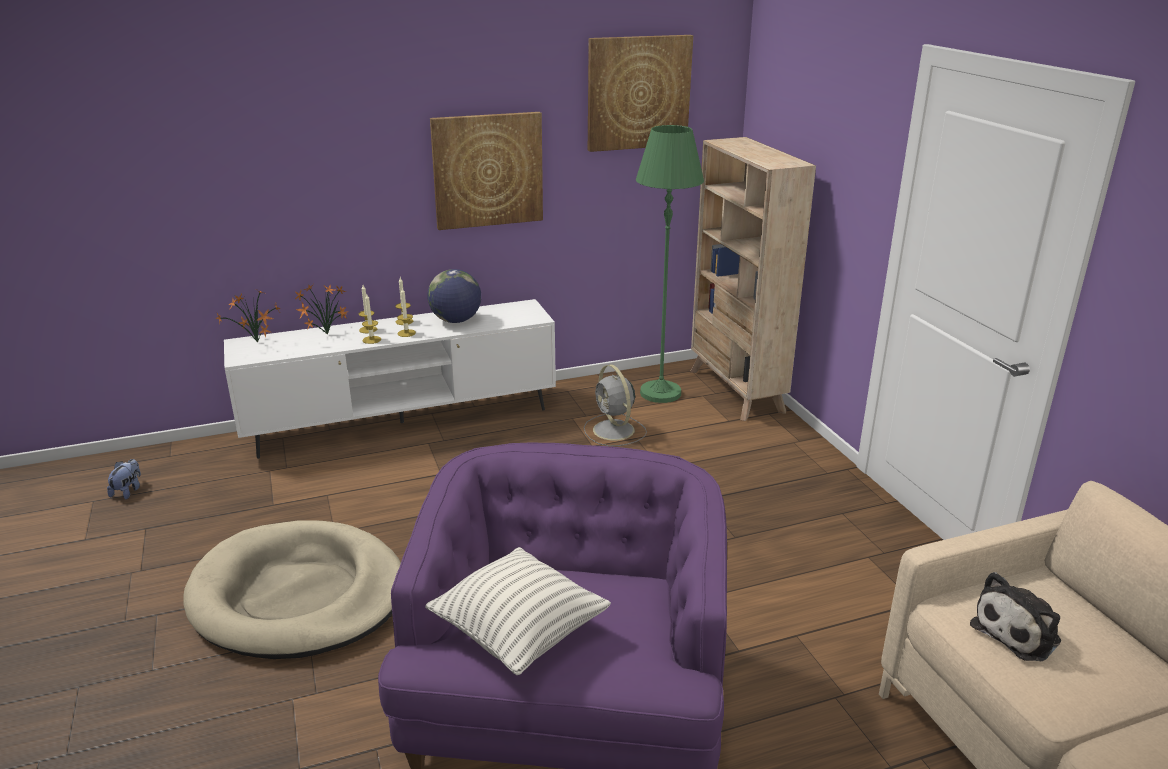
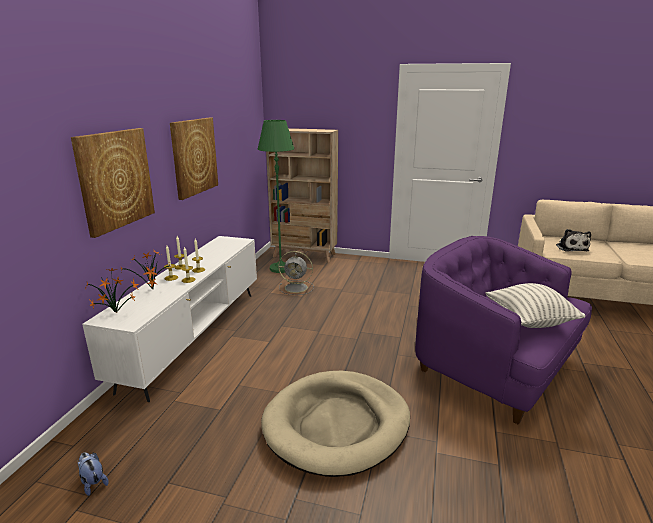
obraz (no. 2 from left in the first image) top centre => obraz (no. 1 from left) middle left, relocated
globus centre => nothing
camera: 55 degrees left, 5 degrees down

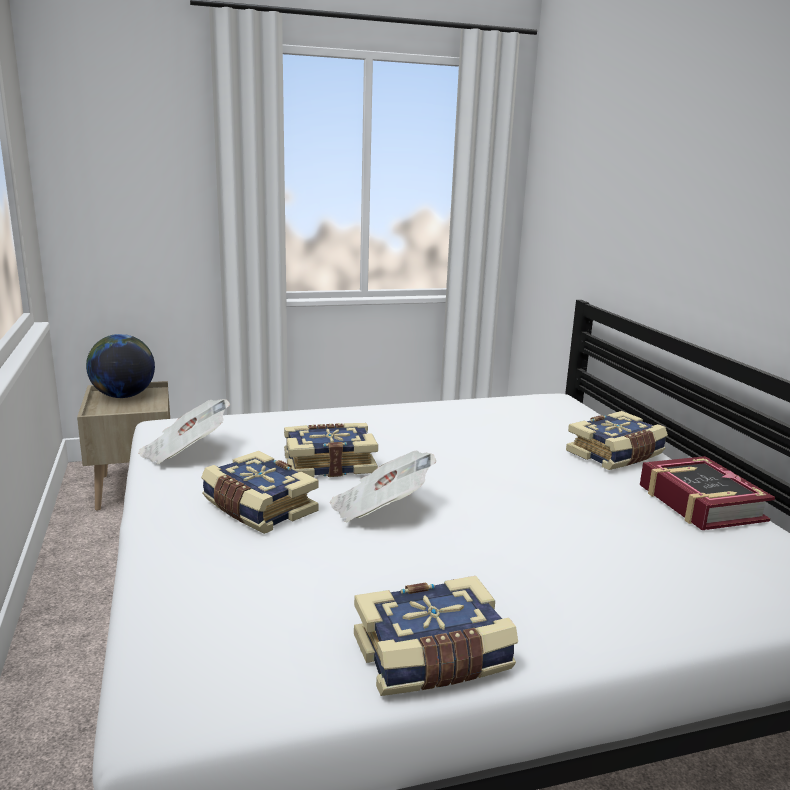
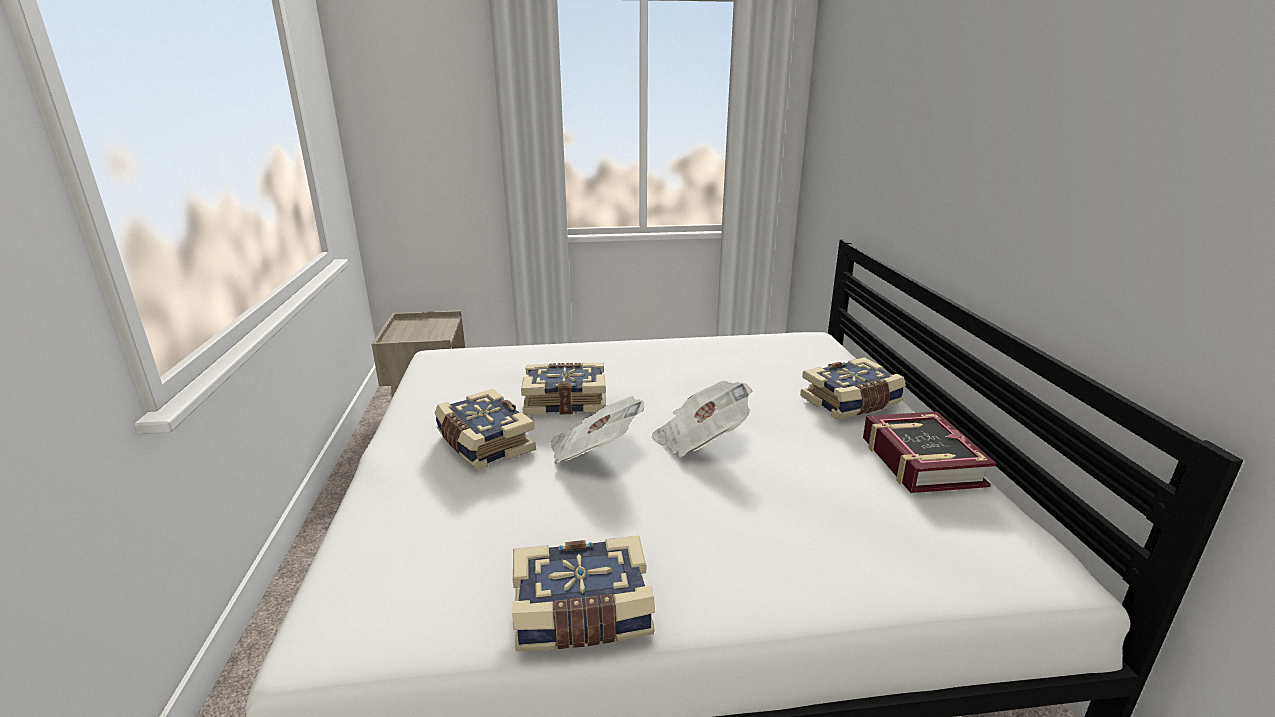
gazeta (no. 1 from left in the first image) middle left => gazeta (no. 2 from left) centre, relocated
globus middle left => nothing
camera: 10 degrees right, 5 degrees up

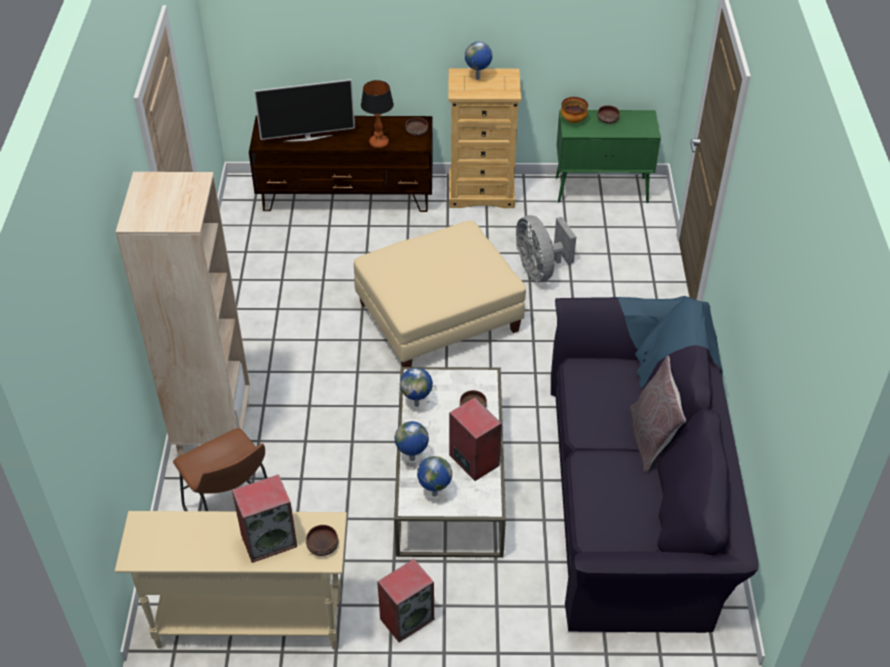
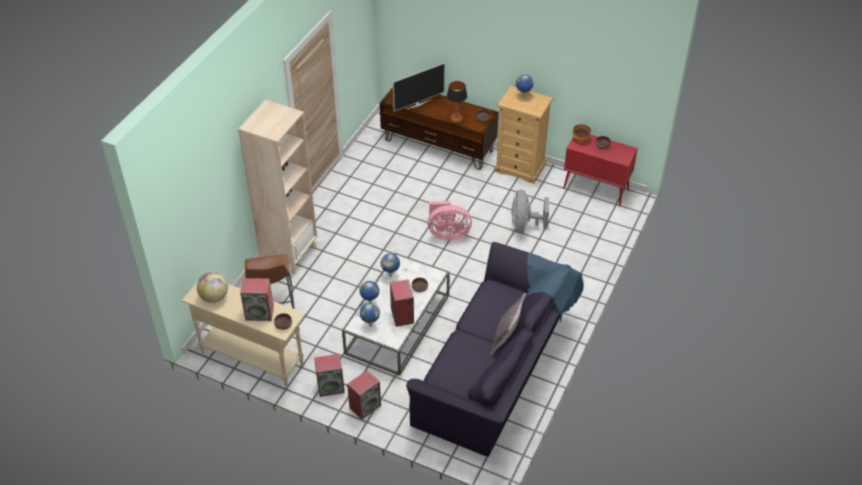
nothing => globus (no. 1 from left) middle left
nothing => głośnik (no. 3 from left) bottom centre
telewizor top centre, 45 degrees counterclockwise
pufa (beżowy) centre => wentylator (różowy) centre
szafka (zielony) top right => szafka (czerwony) middle right
camera: 25 degrees right, 0 degrees up

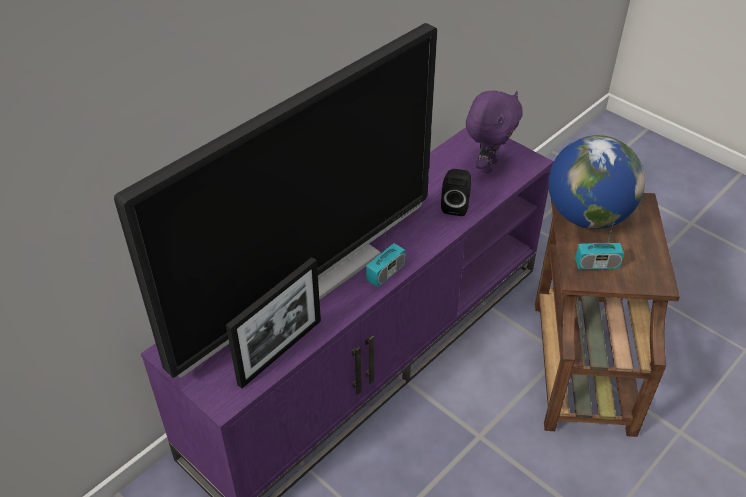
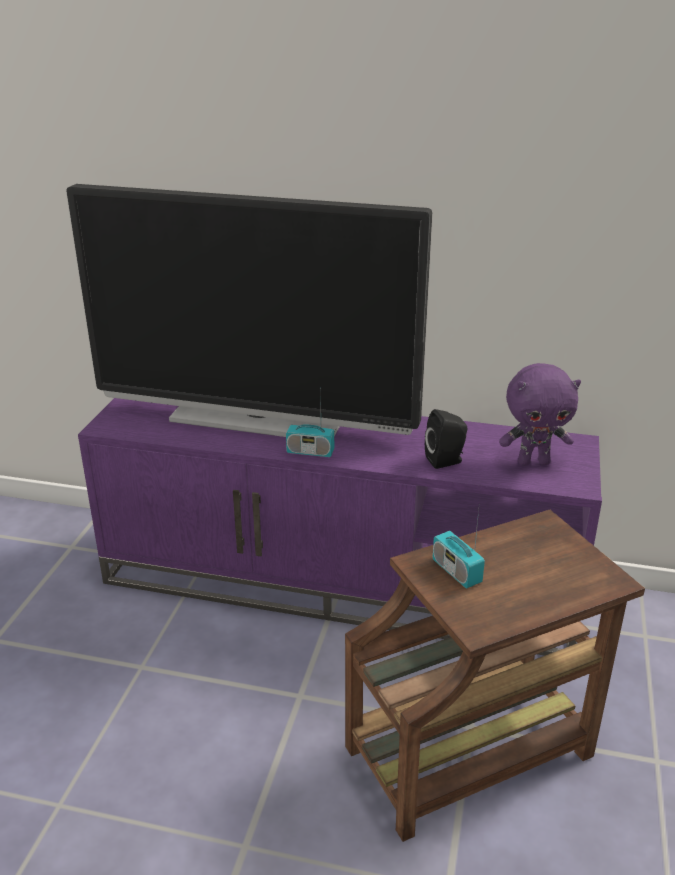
ramka na zdjęcie centre => nothing
globus middle right => nothing
camera: 60 degrees right, 15 degrees down

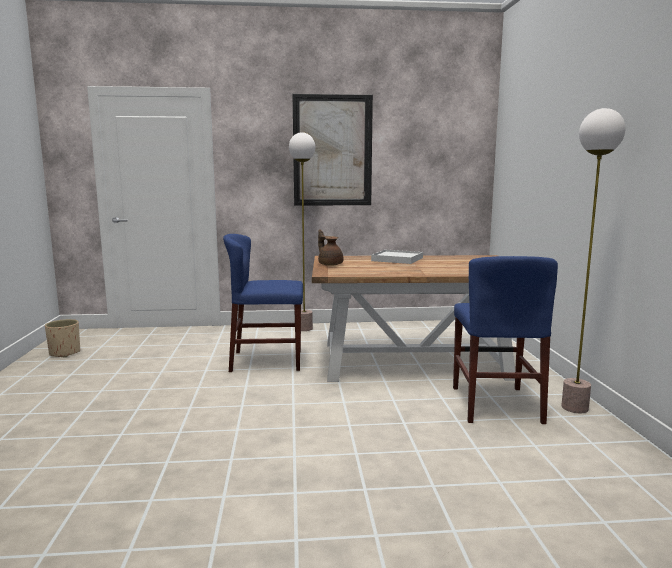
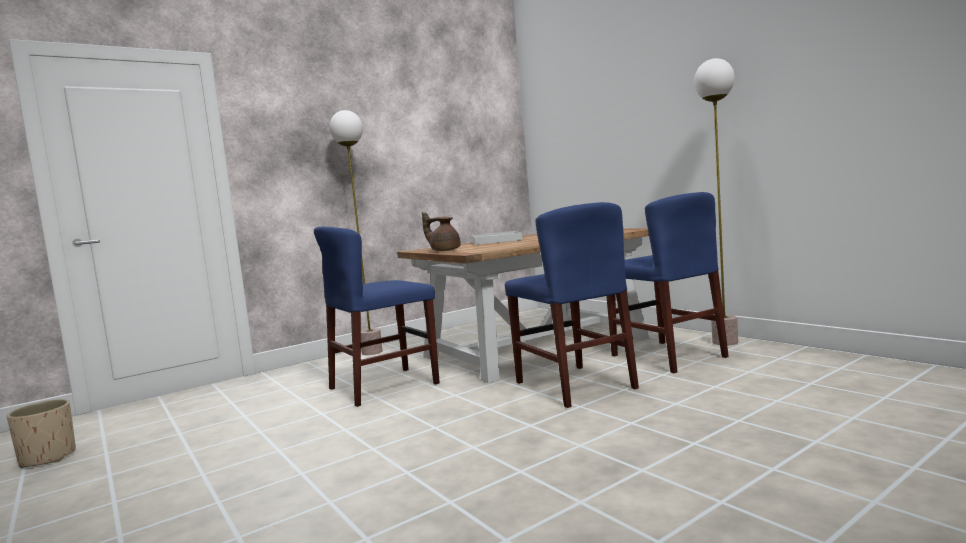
nothing => krzesło (niebieski) (no. 2 from left) centre
obraz top centre => nothing
camera: 30 degrees left, 5 degrees down

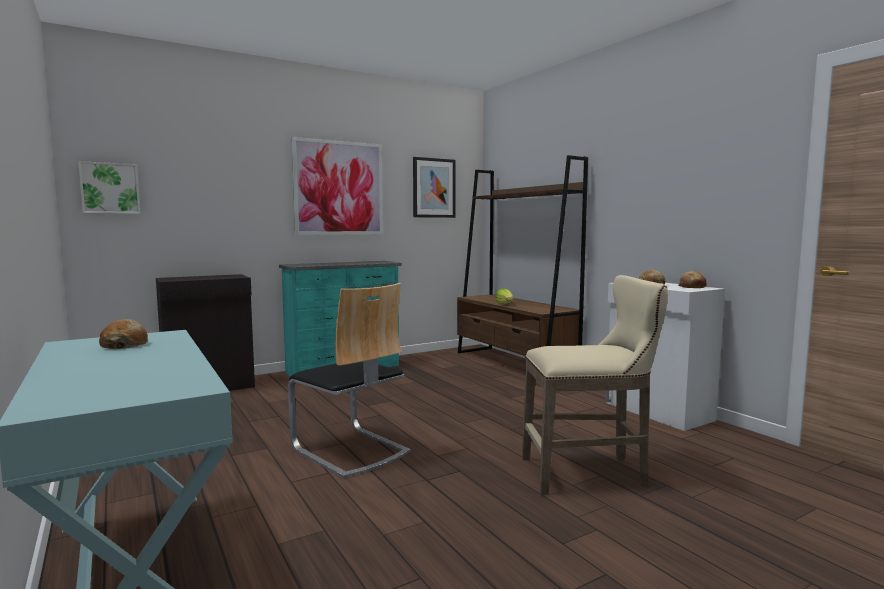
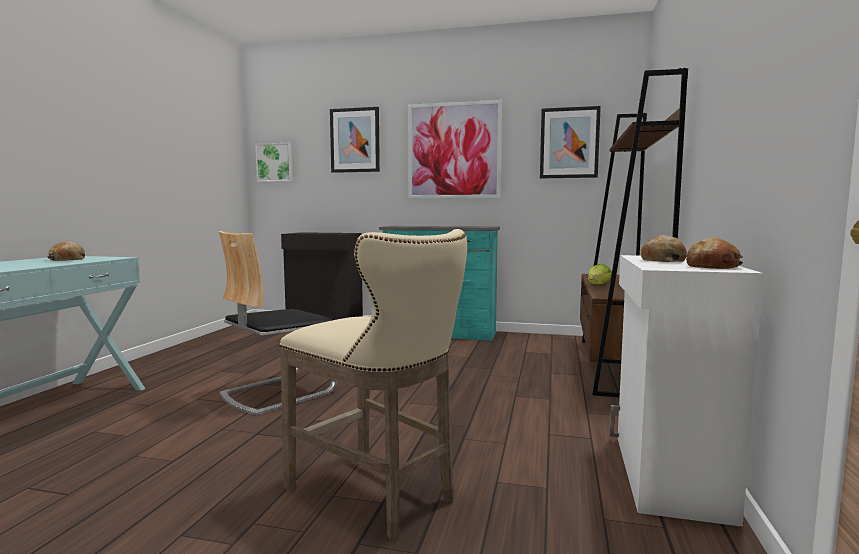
krzesło centre => krzesło middle left, 45 degrees clockwise
nothing => obraz (no. 2 from left) top centre
camera: 45 degrees right, 0 degrees up

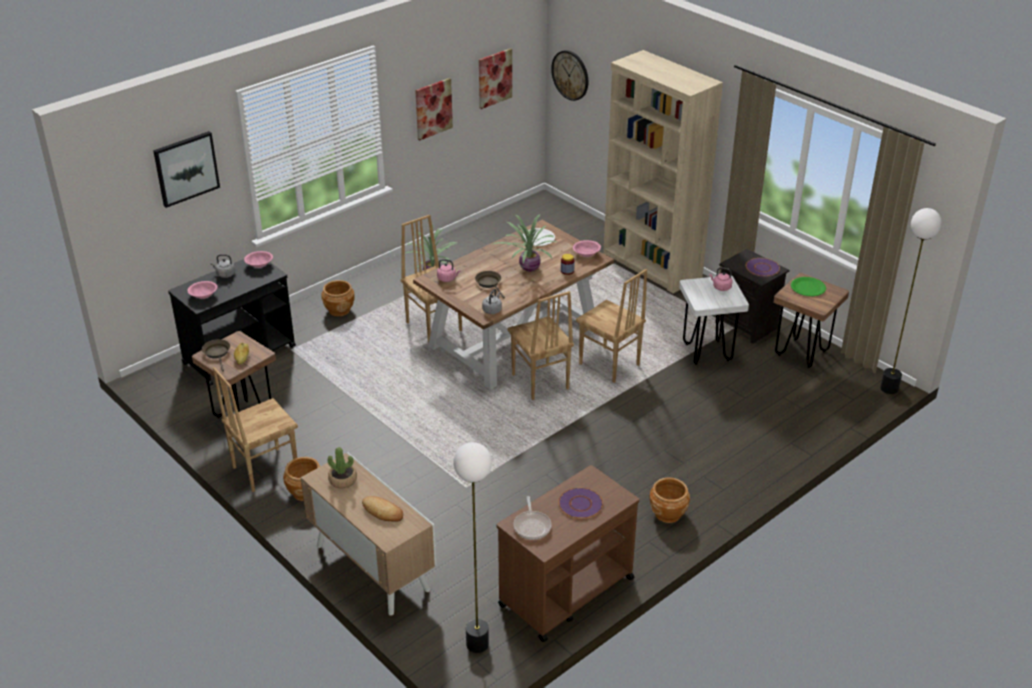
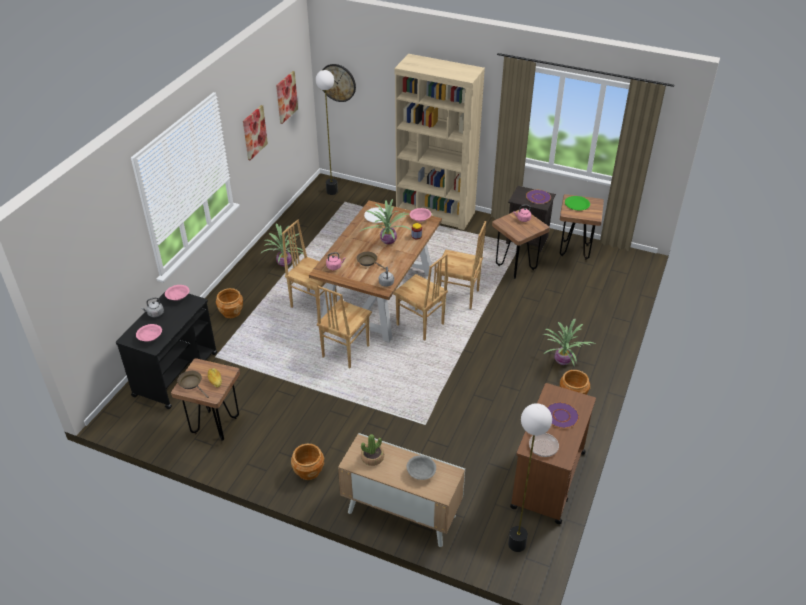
lampa stojąca (no. 2 from left in the first image) middle right => lampa stojąca (no. 1 from left) top centre, relocated
krzesło (brązowy) (no. 1 from left in the first image) middle left => krzesło (brązowy) (no. 2 from left) centre, relocated
chleb (no. 2 from left) bottom centre => miska (szary) bottom centre
stołek (biały) middle right => stołek (brązowy) (no. 2 from left) centre
nothing => roślina doniczkowa (no. 4 from left) middle right
obraz (no. 1 from left) top left => nothing
camera: 25 degrees left, 5 degrees up

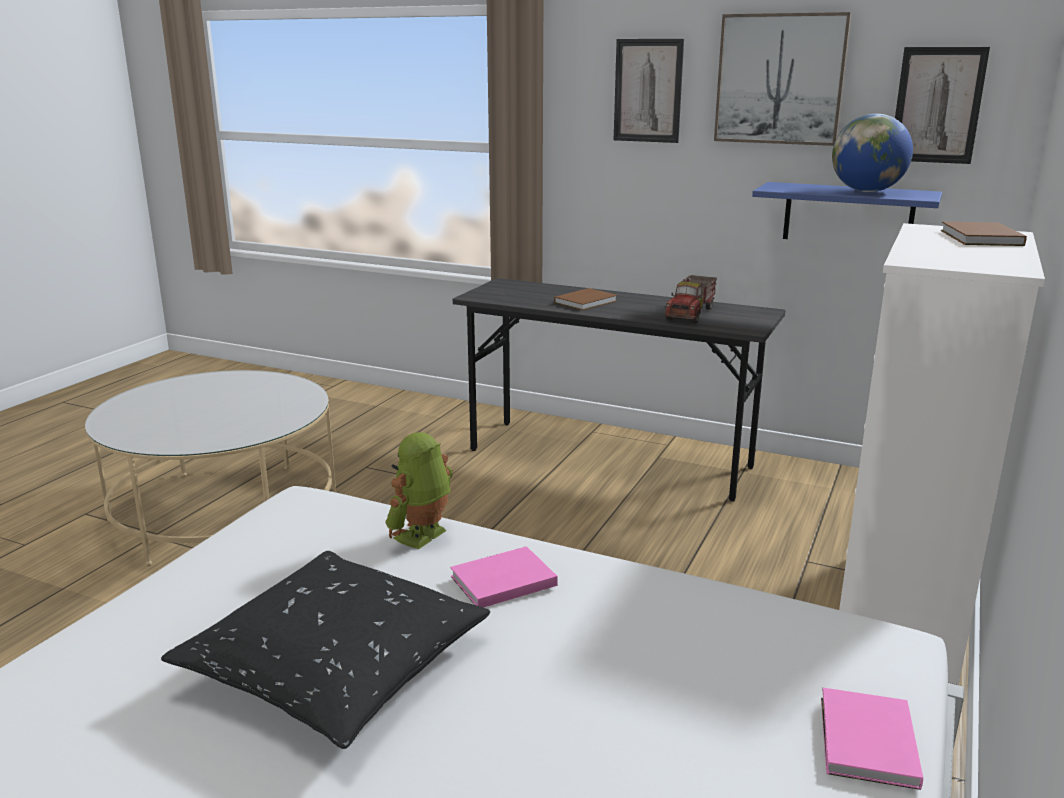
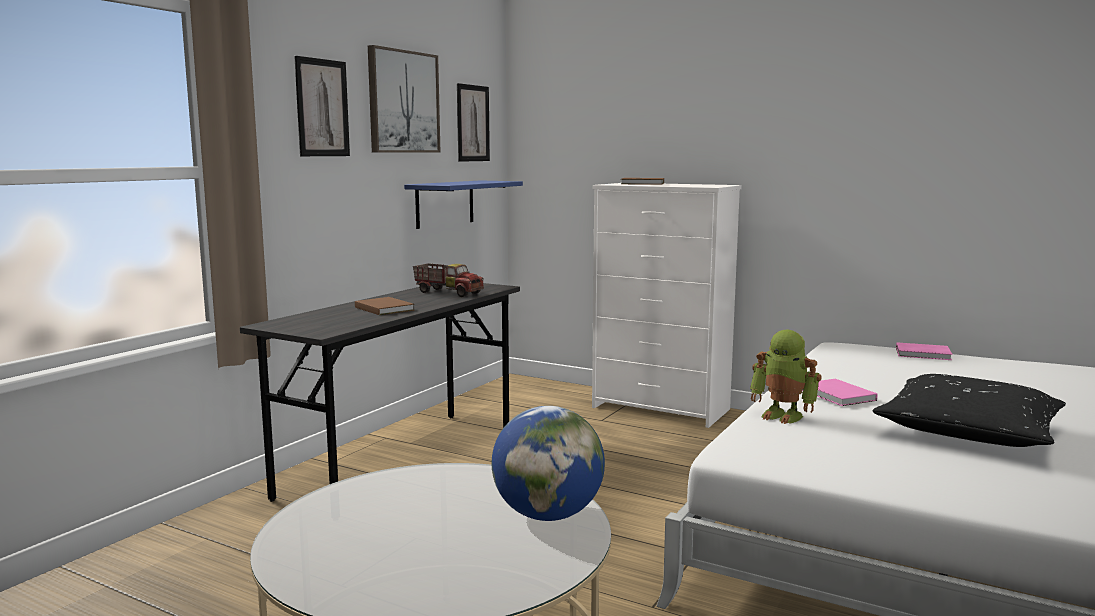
globus top right => globus bottom centre, relocated
camera: 85 degrees left, 10 degrees down

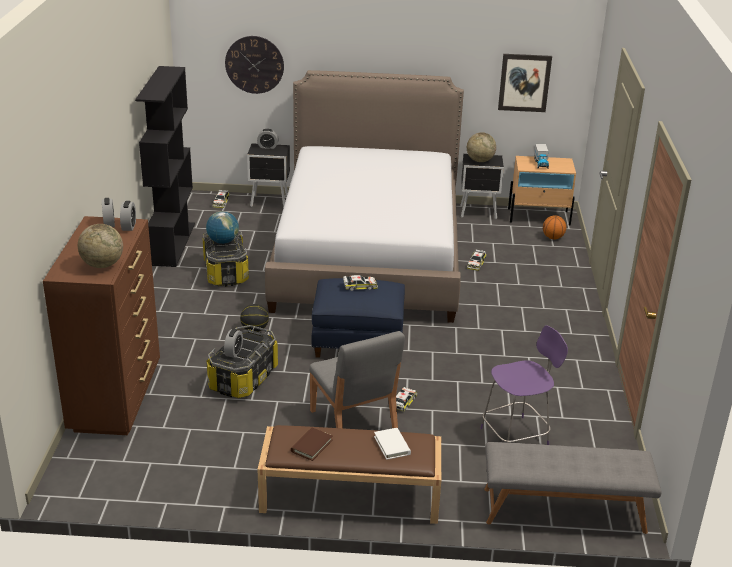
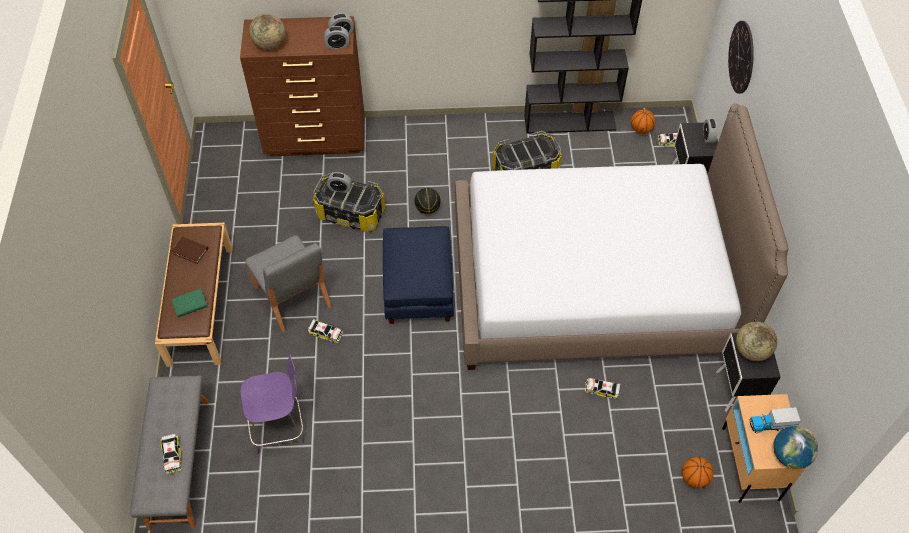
samochodzik (no. 2 from left in the first image) centre => samochodzik (no. 1 from left) bottom left, relocated
książka (biały) bottom centre => książka (zielony) middle left
krzesło (fioletowy) bottom right => krzesło (fioletowy) bottom left, 75 degrees counterclockwise
krzesło (szary) bottom centre => krzesło (szary) middle left, 90 degrees counterclockwise
nothing => piłka do koszykówki (no. 2 from left) top right
globus (no. 2 from left in the first image) middle left => globus (no. 3 from left) bottom right, relocated
obraz top right => nothing
camera: 85 degrees right, 25 degrees up

